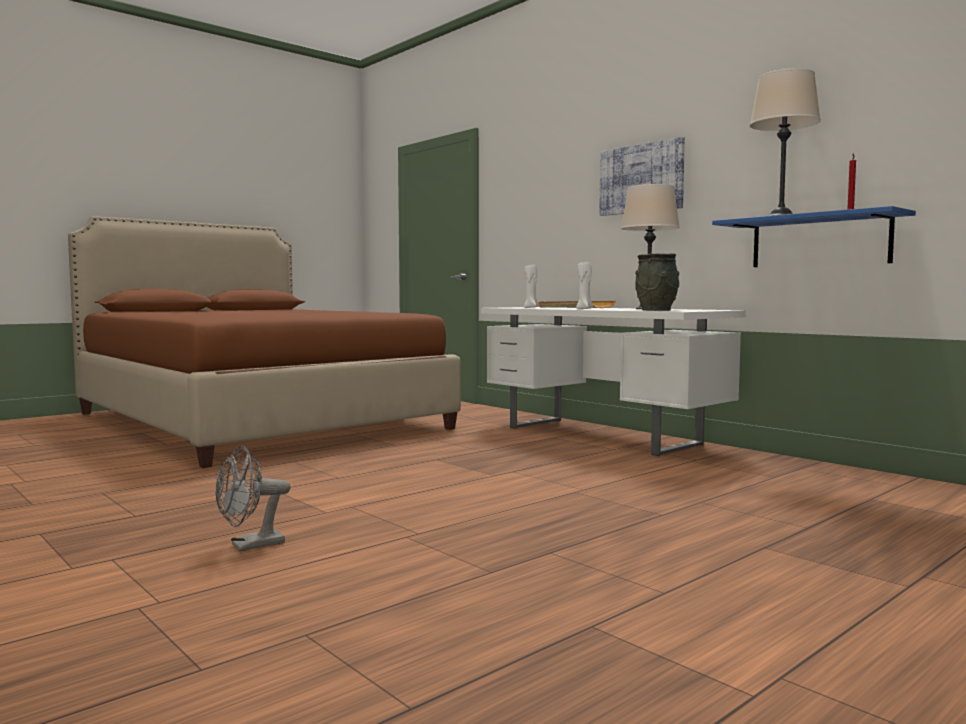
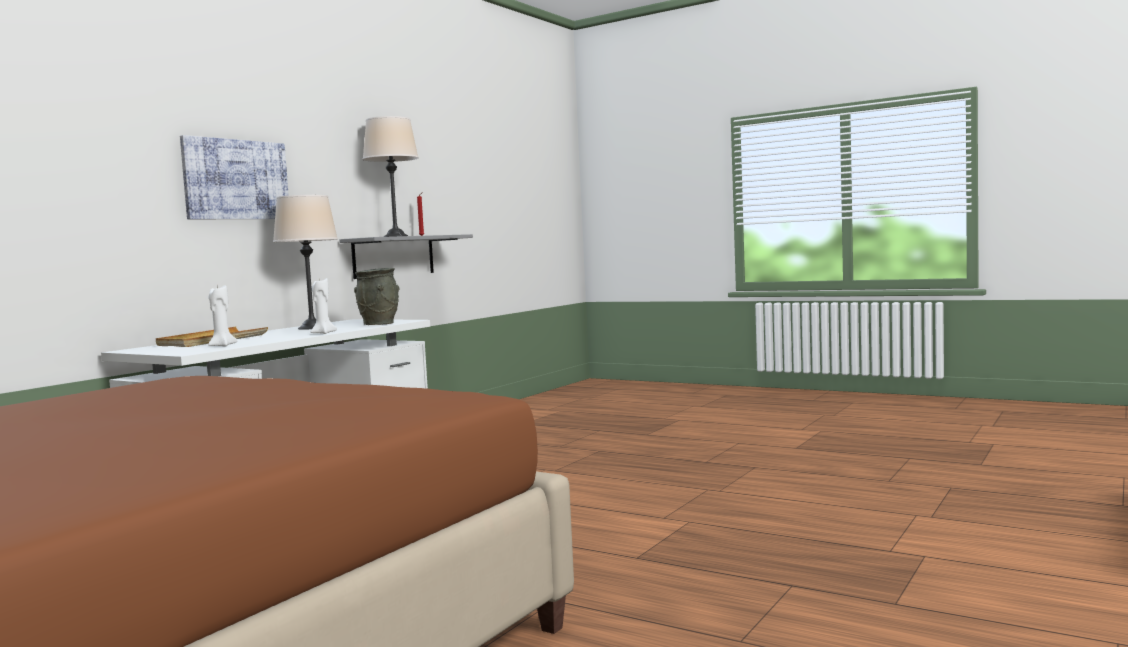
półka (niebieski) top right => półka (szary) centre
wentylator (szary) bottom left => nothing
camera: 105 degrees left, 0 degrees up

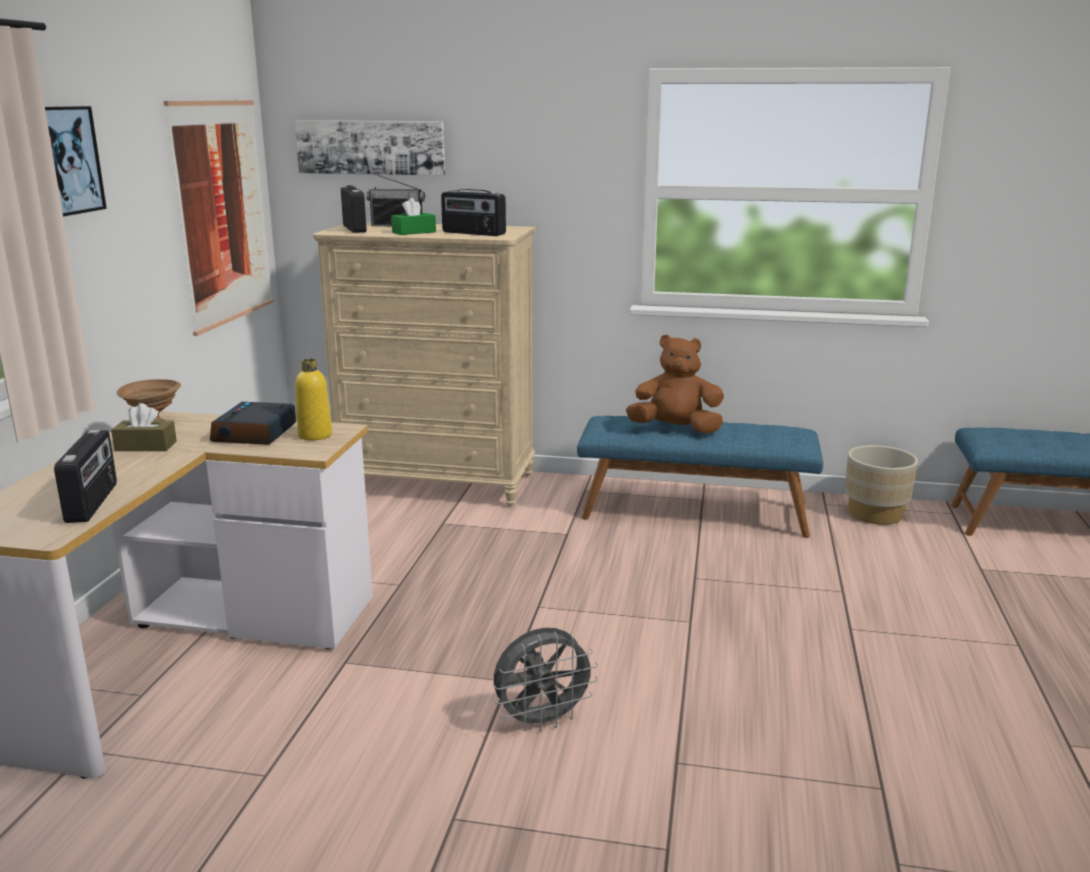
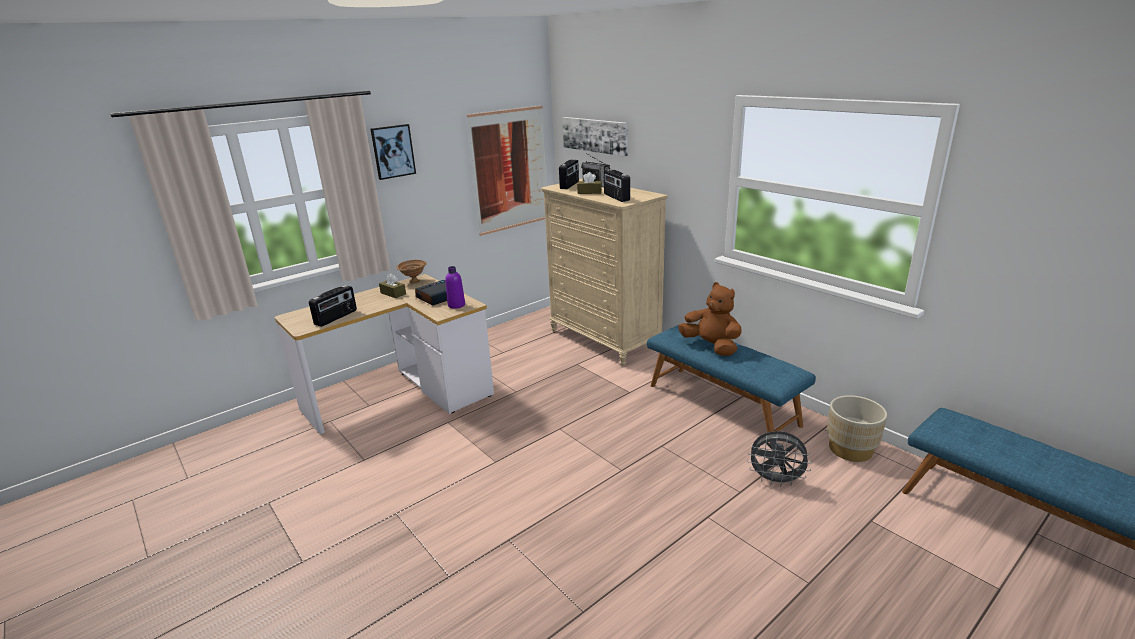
butelka (żółty) middle left => butelka (fioletowy) centre
pudełko chusteczek (zielony) top centre => pudełko chusteczek (brązowy) (no. 2 from left) top centre
wentylator (szary) bottom centre => wentylator (szary) bottom right, relocated
camera: 40 degrees right, 5 degrees up

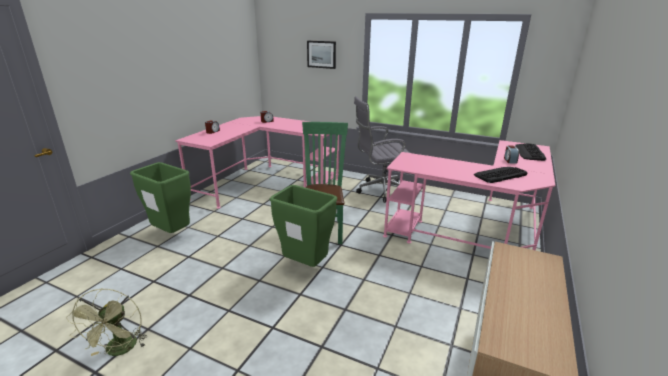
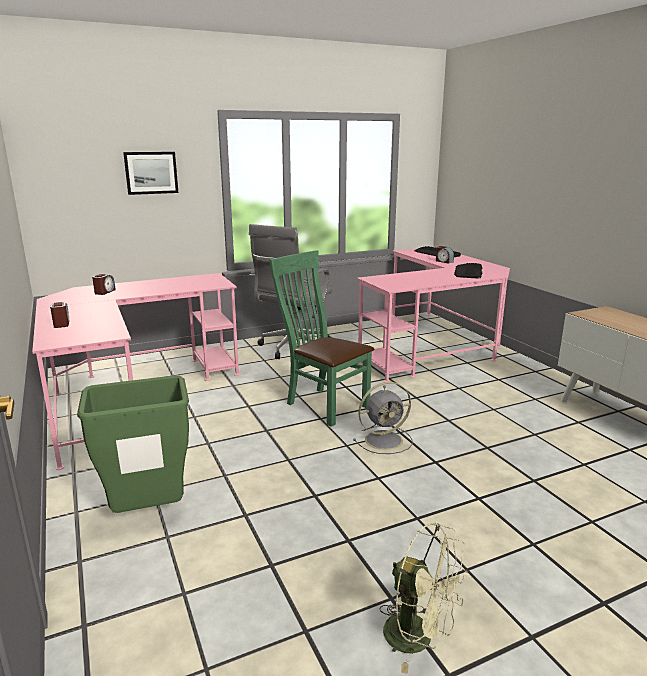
kosz na śmieci (zielony) (no. 2 from left) centre => wentylator (szary) centre
camera: 50 degrees left, 5 degrees down

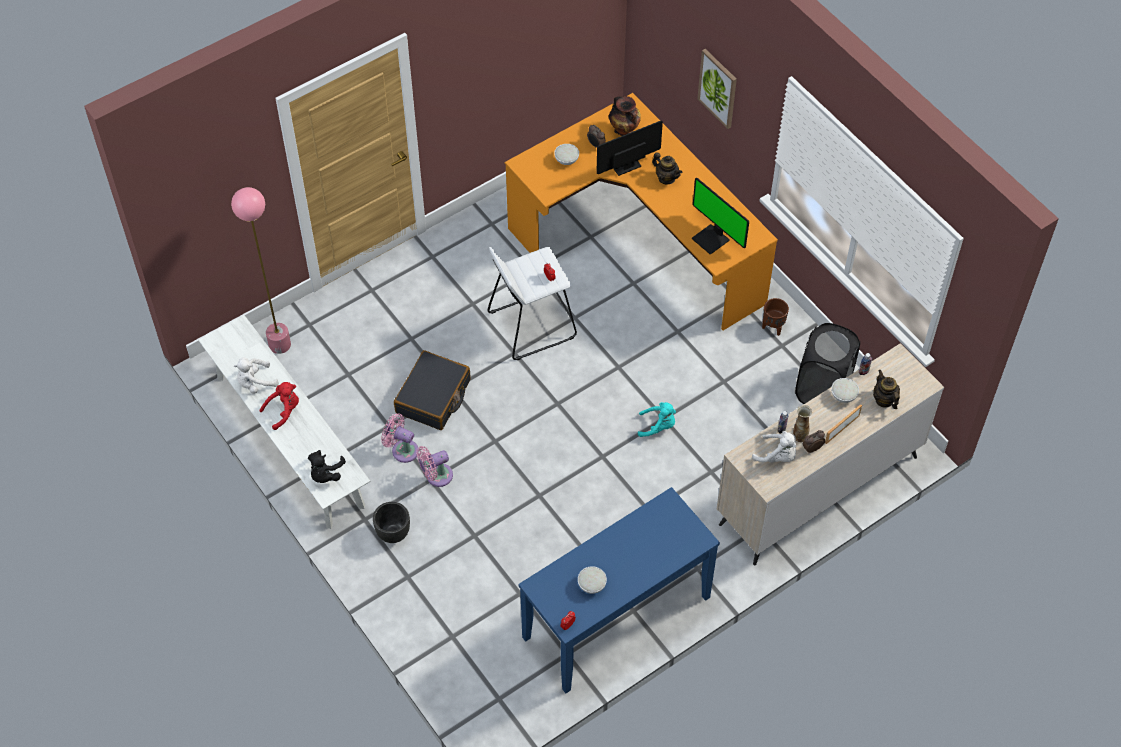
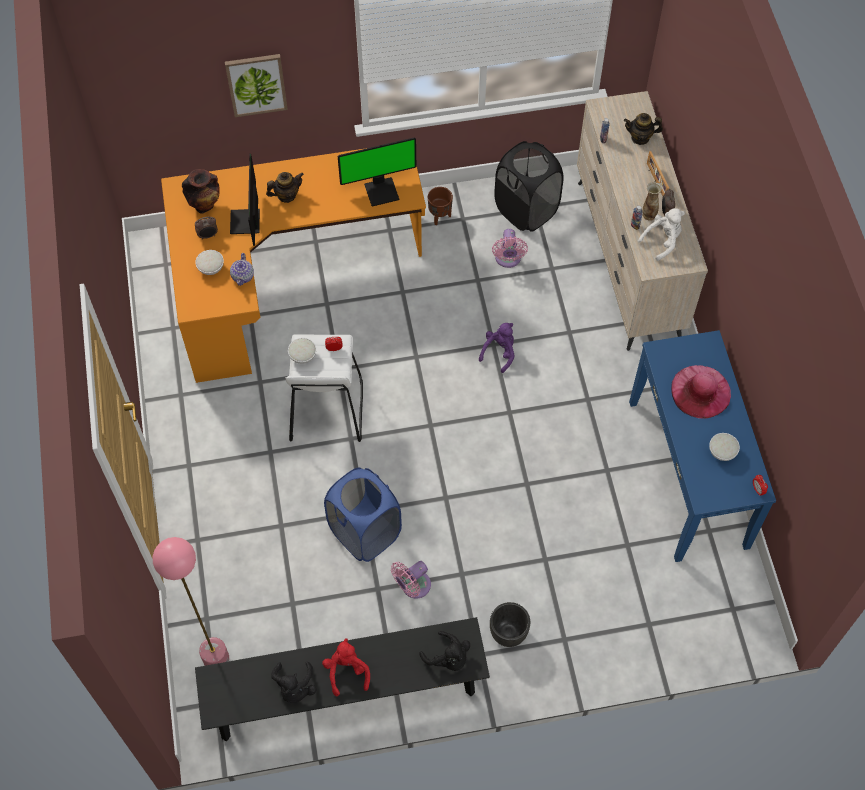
ławka (biały) middle left => ławka (czarny) bottom centre
nothing => imbryk (no. 1 from left) middle left
pluszak (biały) (no. 1 from left) middle left => pluszak (czarny) (no. 1 from left) bottom centre
miska (biały) (no. 3 from left in the first image) middle right => miska (biały) (no. 2 from left) centre, relocated
walizka (czarny) centre => kosz na pranie (niebieski) centre
pluszak (turkusowy) centre => pluszak (fioletowy) centre
wentylator (różowy) (no. 2 from left) centre => wentylator (różowy) (no. 2 from left) top centre, relocated
nothing => kapelusz (różowy) middle right
camera: 65 degrees left, 5 degrees up

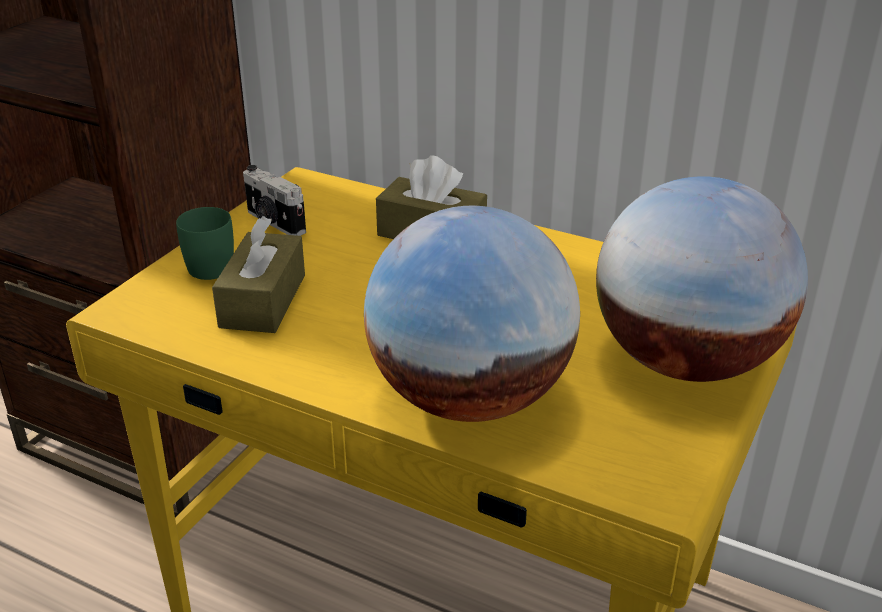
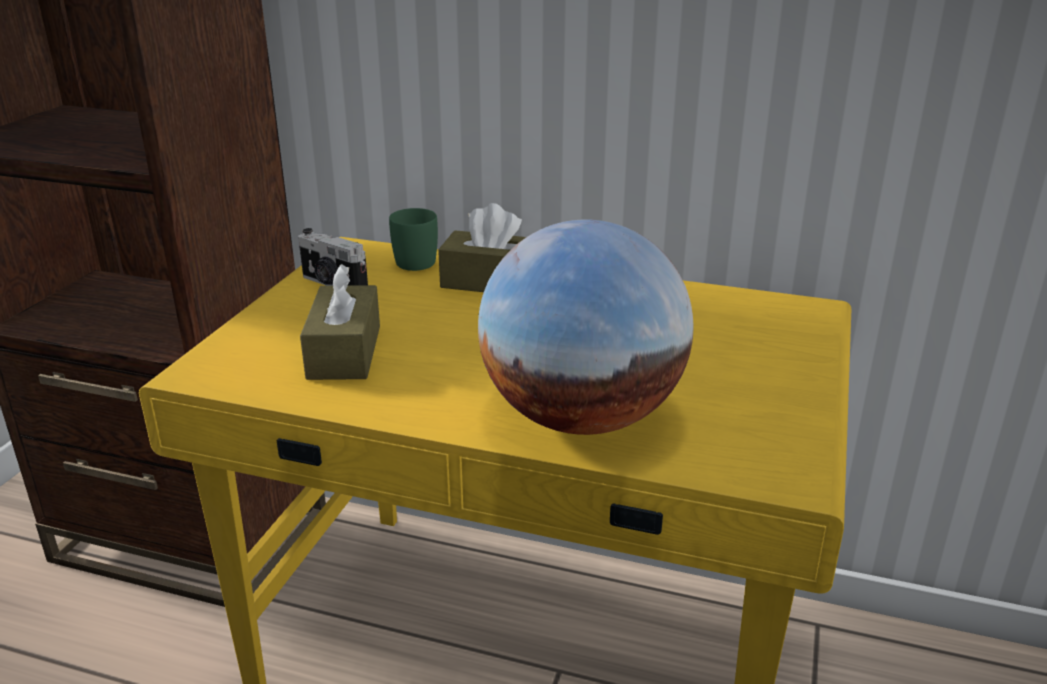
kubek (zielony) middle left => kubek (zielony) centre, relocated
globus (no. 2 from left) middle right => nothing
camera: 10 degrees left, 5 degrees down

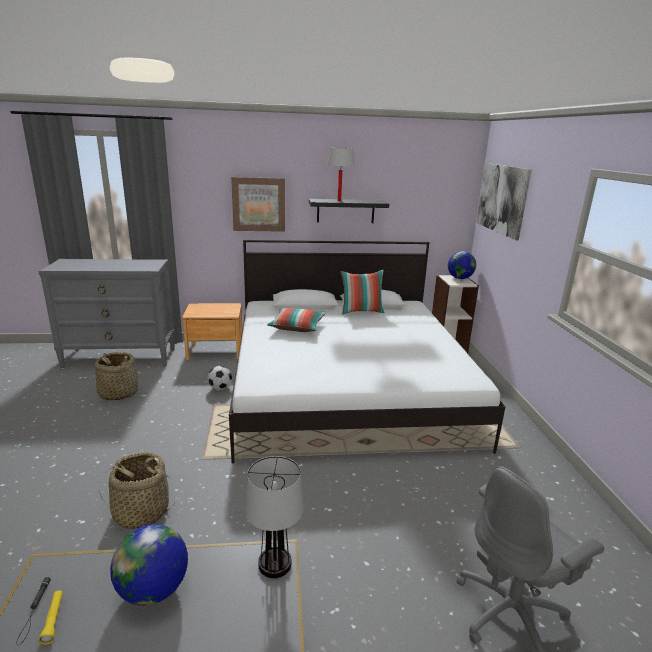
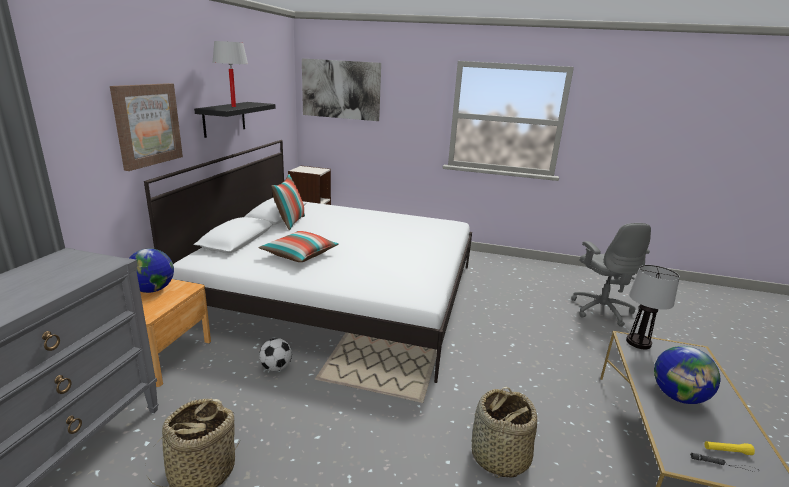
globus (no. 2 from left in the first image) middle right => globus (no. 1 from left) middle left, relocated
camera: 70 degrees left, 0 degrees up

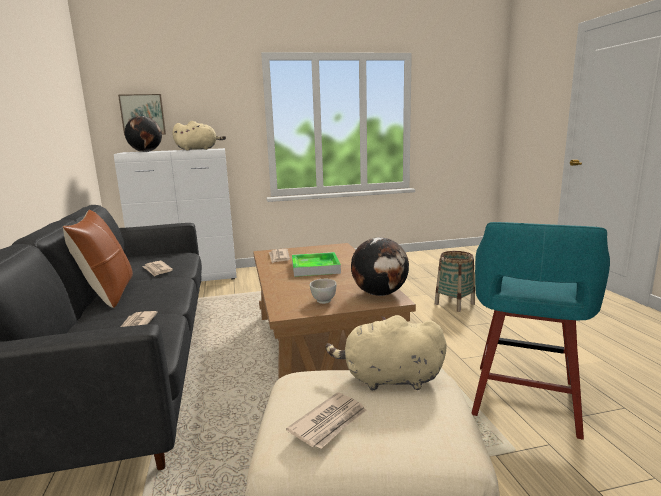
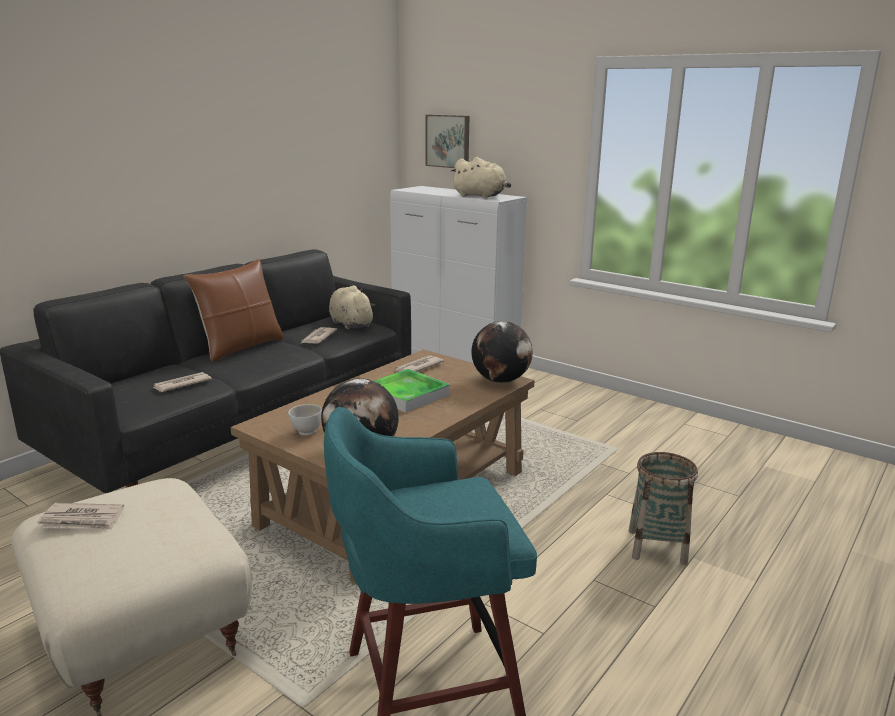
pluszak (beżowy) (no. 2 from left in the first image) bottom centre => pluszak (beżowy) (no. 1 from left) centre, relocated
globus (no. 1 from left in the first image) top left => globus (no. 2 from left) centre, relocated
camera: 50 degrees right, 5 degrees up

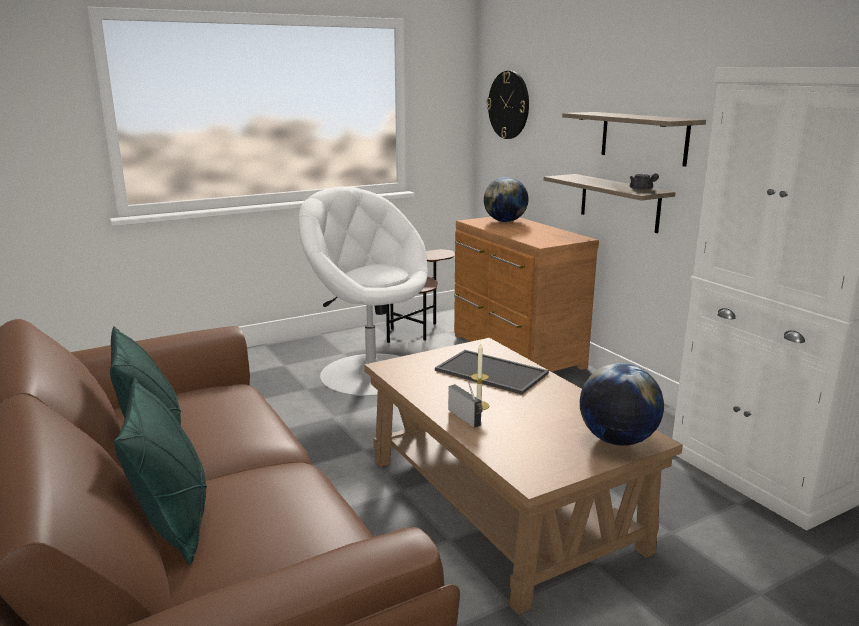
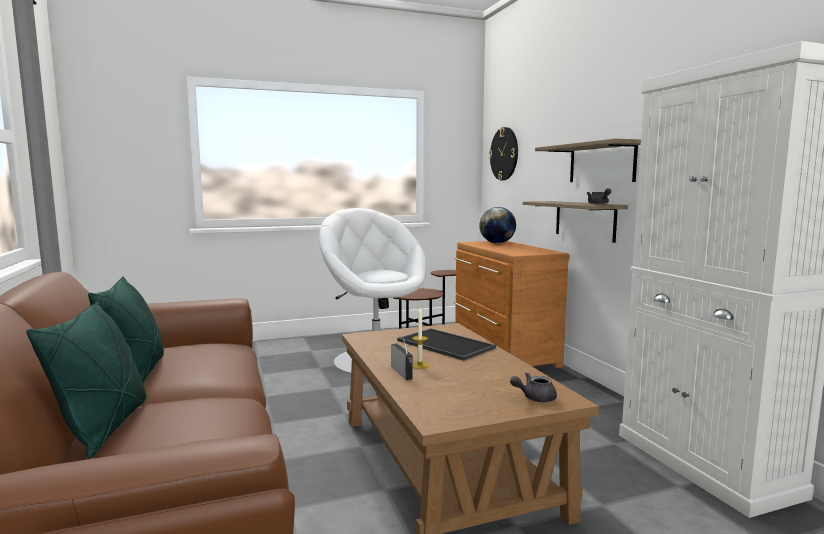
globus (no. 2 from left) middle right => imbryk (szary) (no. 1 from left) bottom centre
camera: 10 degrees right, 10 degrees down

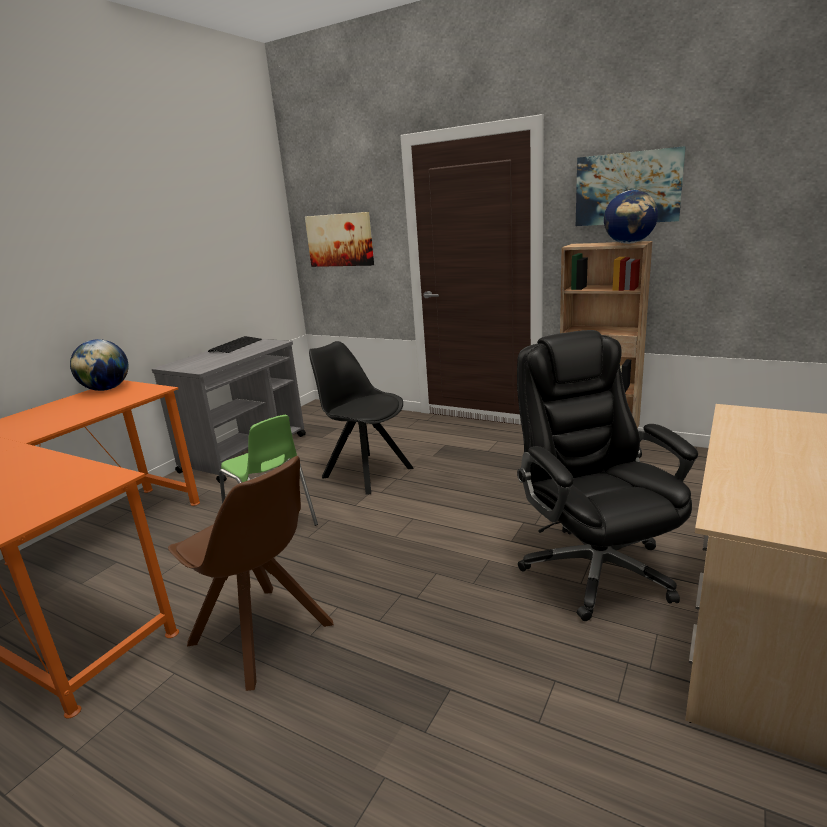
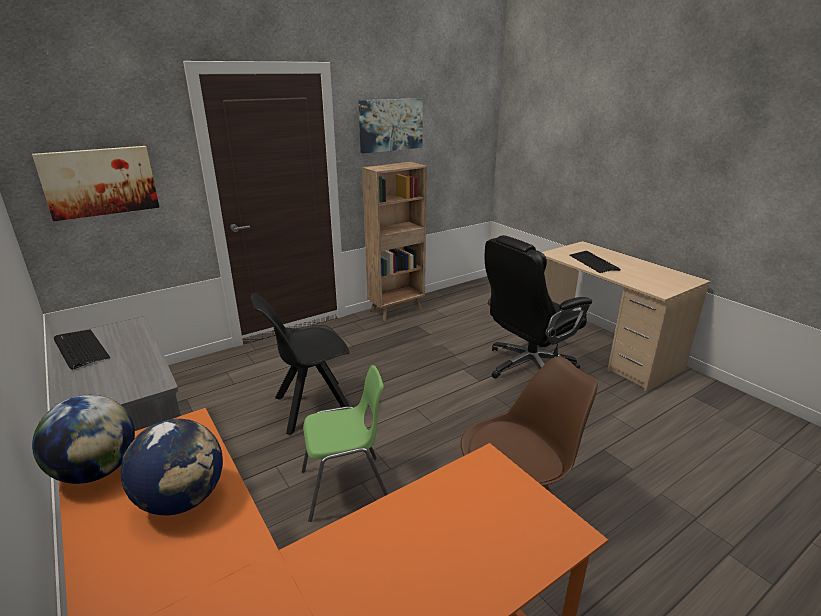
globus (no. 2 from left) top right => globus (no. 2 from left) bottom left, relocated
krzesło biurowe (czarny) middle right => krzesło biurowe (czarny) centre, 45 degrees counterclockwise
nothing => klawiatura (no. 2 from left) middle right
camera: 65 degrees left, 5 degrees up

